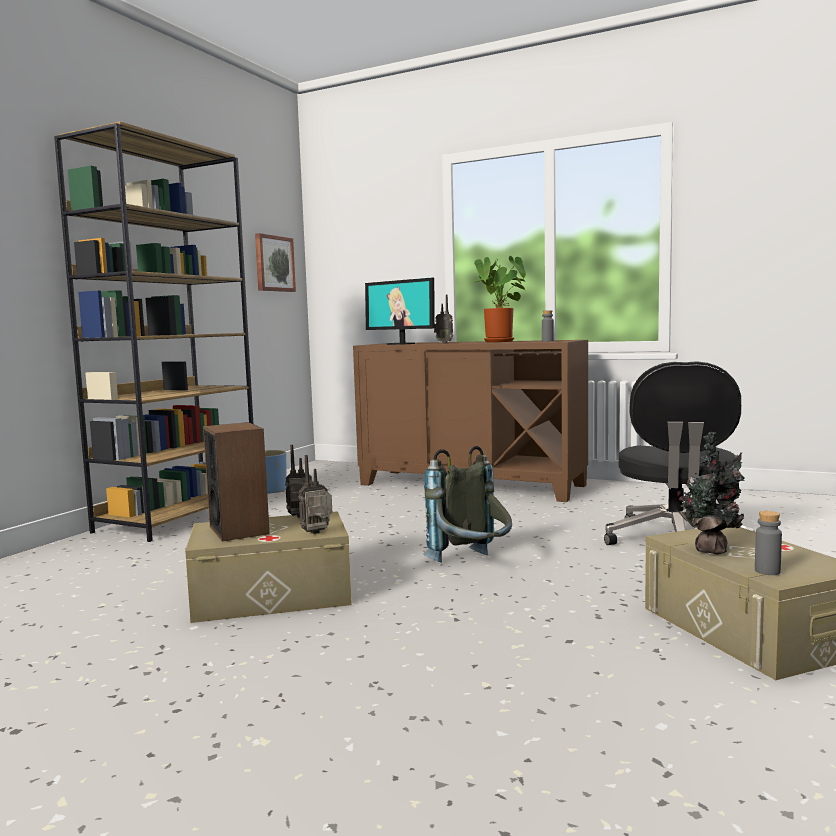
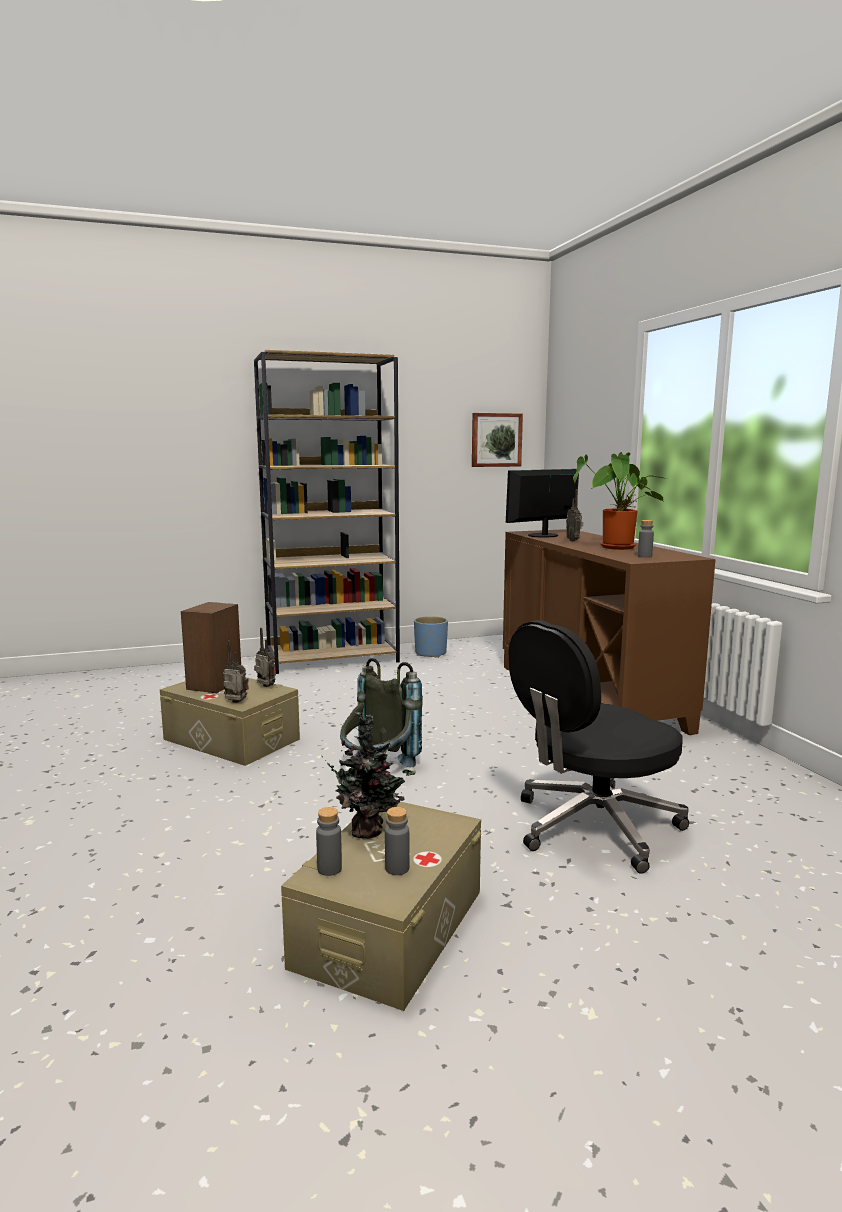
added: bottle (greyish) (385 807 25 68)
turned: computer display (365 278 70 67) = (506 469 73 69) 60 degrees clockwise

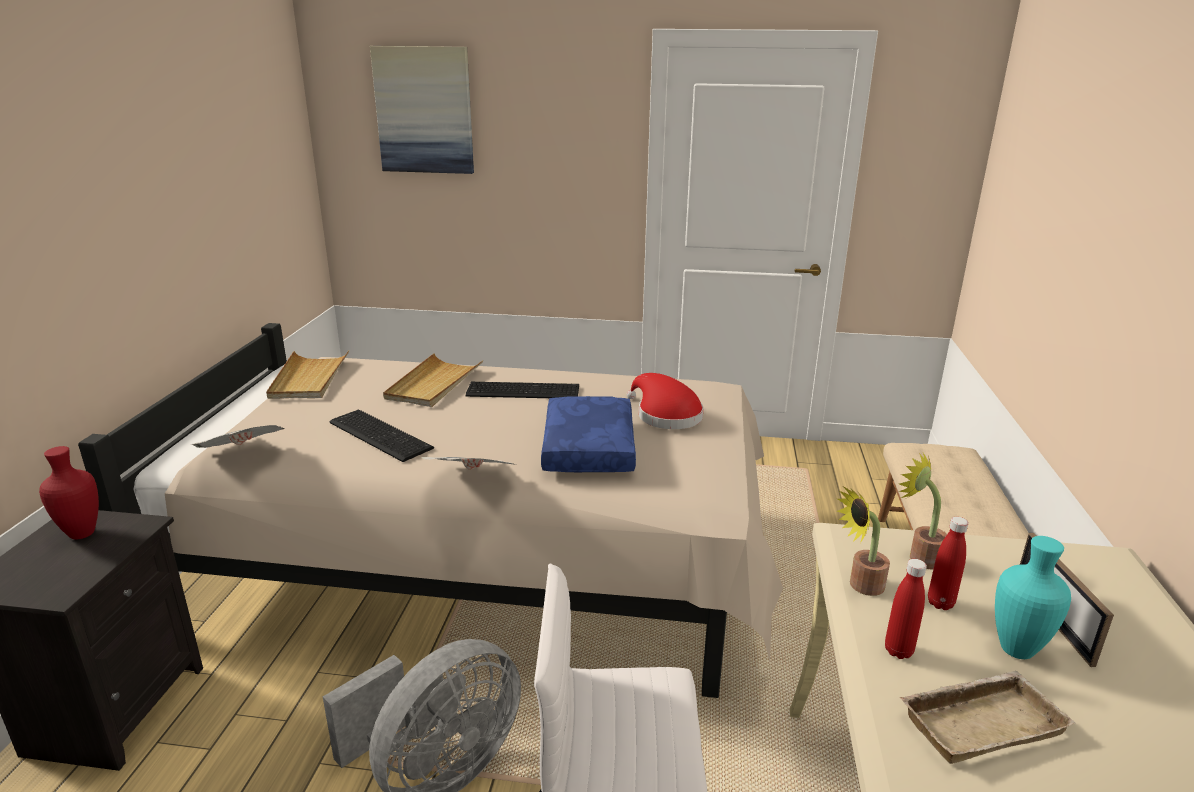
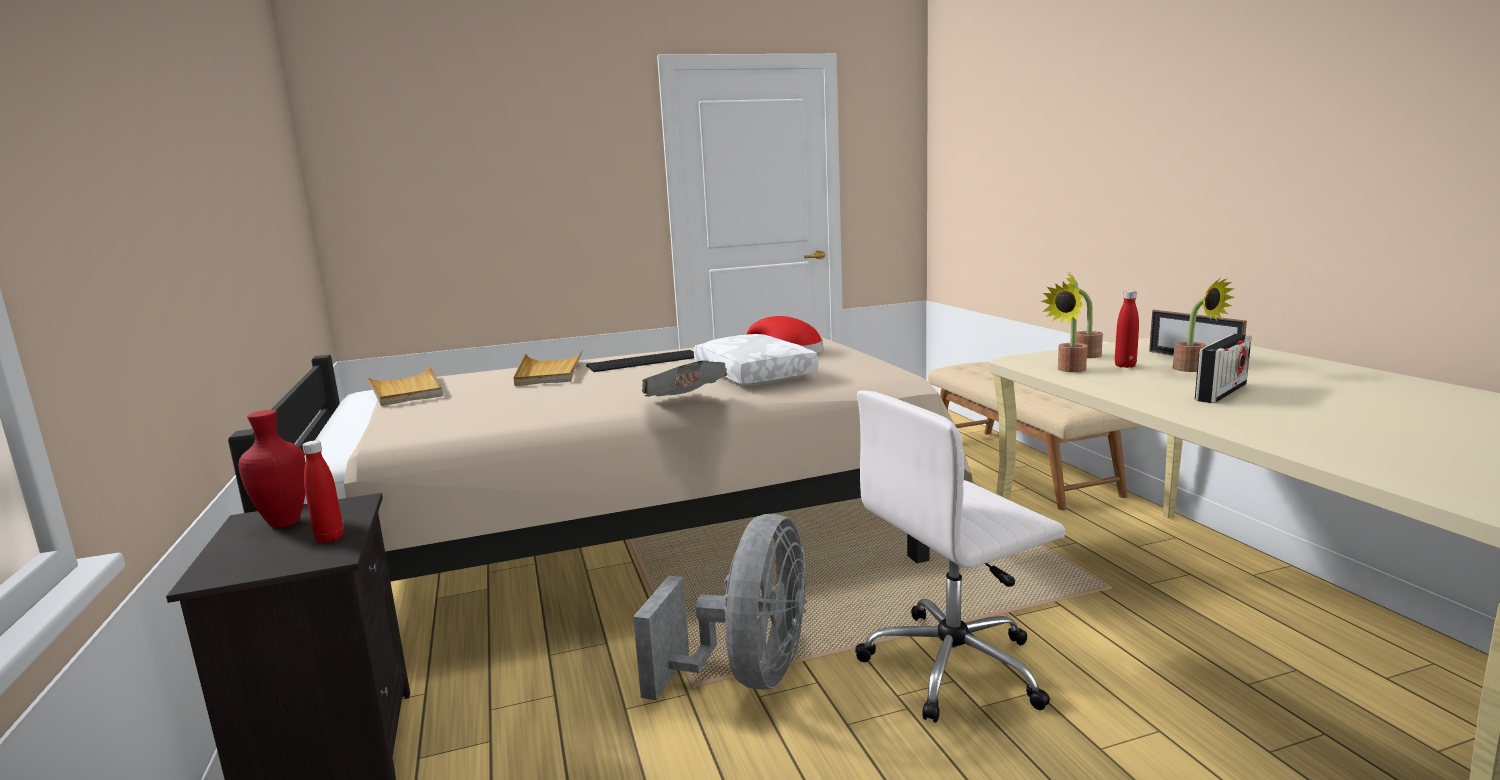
removed: printed paper (192 425 93 23); keyboard (330 410 104 52); wall art (370 46 104 128)
moved: bottle (reddish) (885 559 42 100) to (302 440 42 103)
replaced: serving tray (beige-coloured) (900 671 176 93) to radio (1195 334 57 69); flower vase (turquoise) (995 536 76 123) to potted plant (1173 278 61 94)
recoloured: cushion (blue-coloured) (541 396 95 76) to cushion (white) (694 334 125 51)

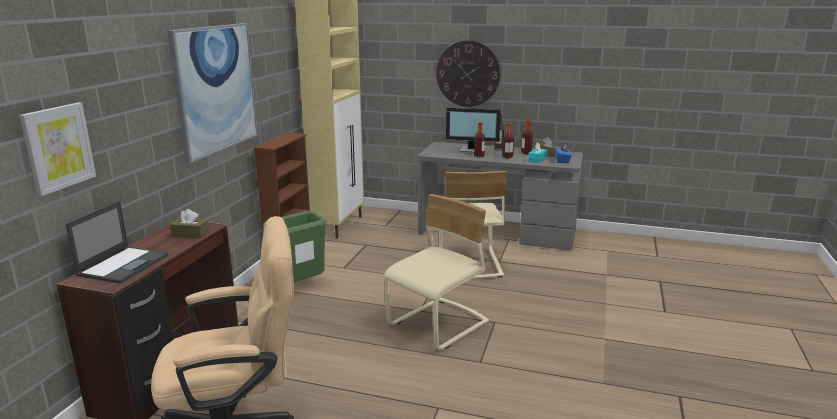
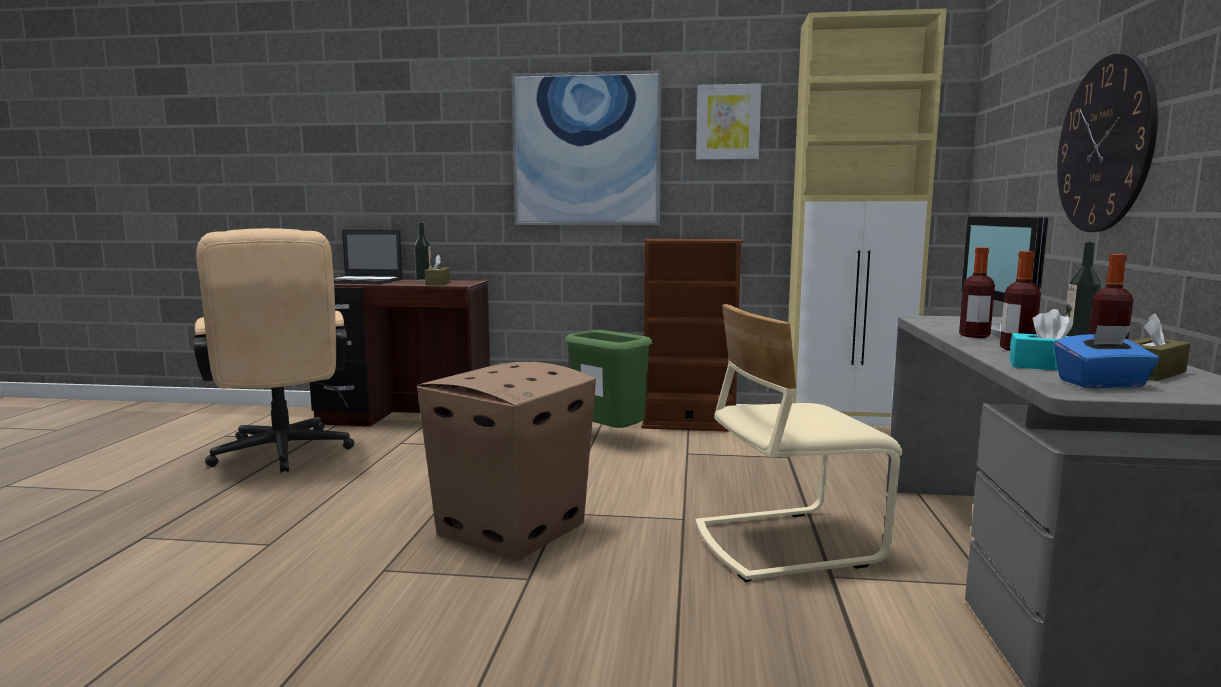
added: bottle (414 222 18 59)
moved: wall art (19 103 77 93) to (696 84 65 76)
replaced: plain chair (beige-coloured) (384 194 105 156) to cardboard box (417 362 179 200)

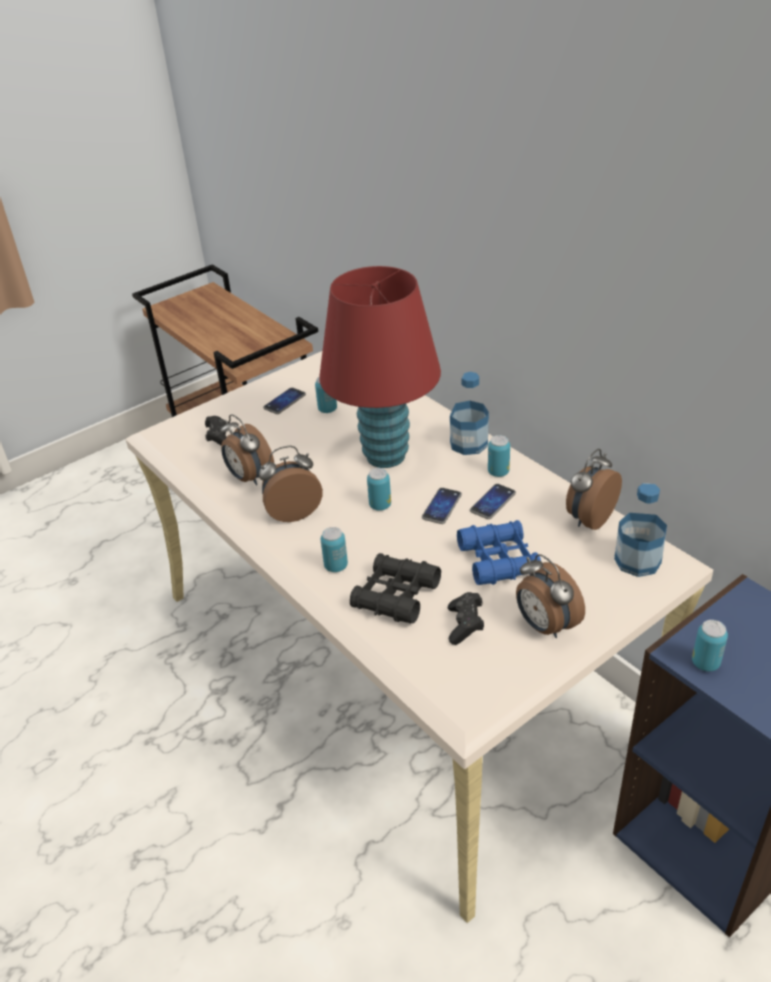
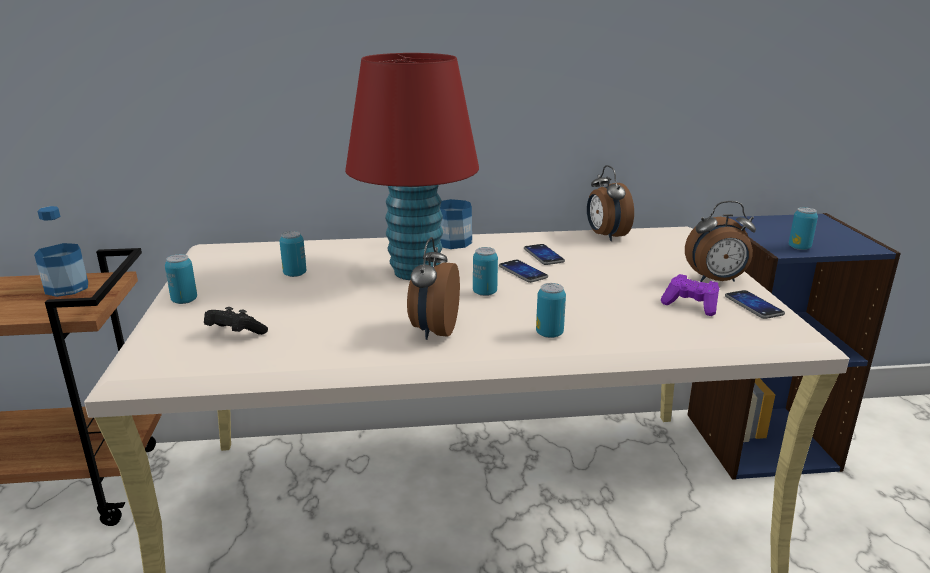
removed: alarm clock (220 414 54 71); pair of binoculars (black) (350 553 91 71); pair of binoculars (blue-coloured) (457 520 84 65)
moved: telephone (263 388 43 26) to (725 290 60 29); metal can (488 435 22 42) to (165 254 32 50); bottle (614 483 53 94) to (34 206 54 91)
recoloured: game controller (black) (448 592 36 53) to game controller (purplish) (661 274 58 42)

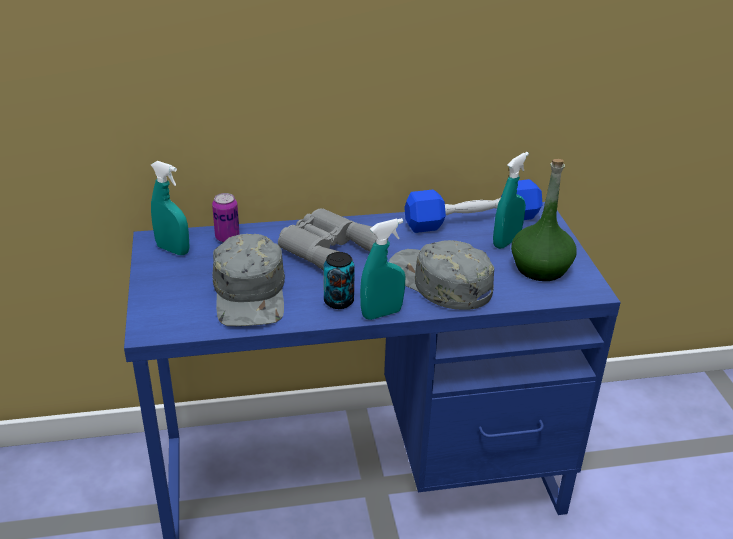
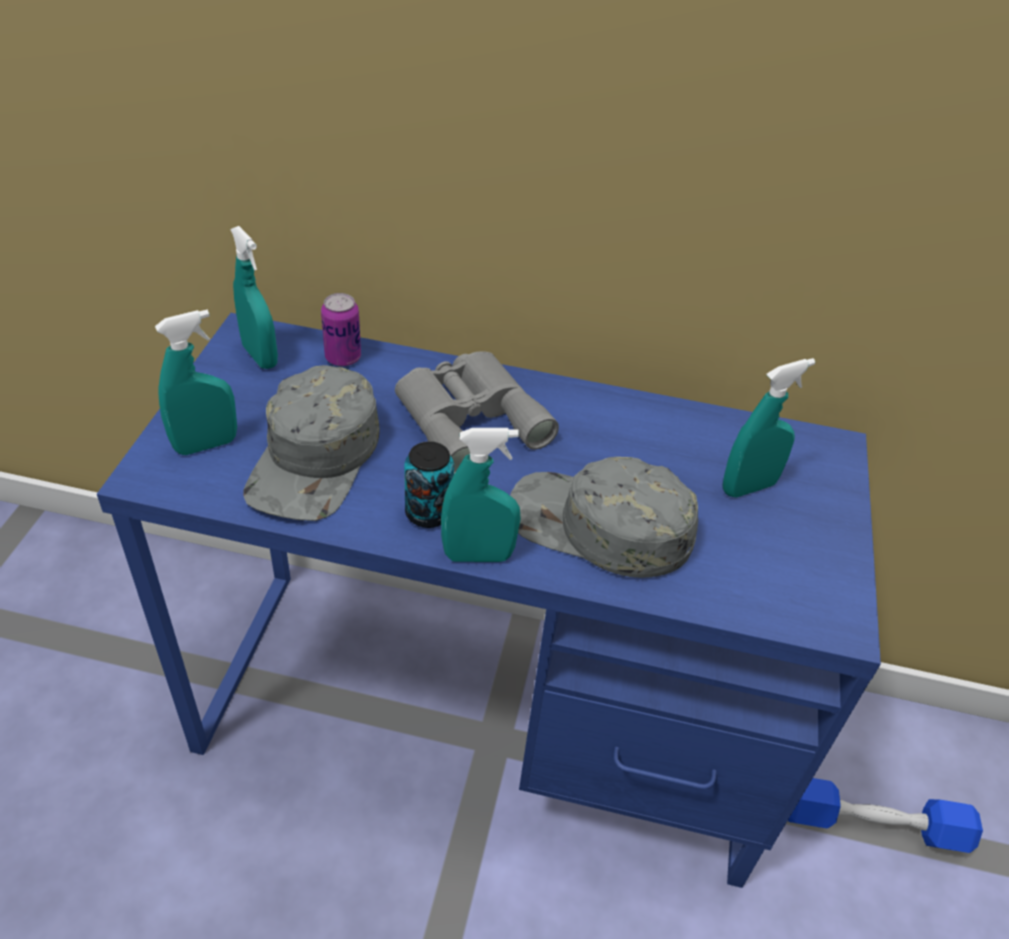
removed: bottle (green-coloured) (511 159 66 122)
added: hand sprayer (turquoise) (155 310 82 145)
moved: hand weight (blue-coloured) (404 179 139 54) to (788 778 195 75)
turned: peaked cap (greyish) (389 240 105 70) = (510 457 188 121) 45 degrees counterclockwise

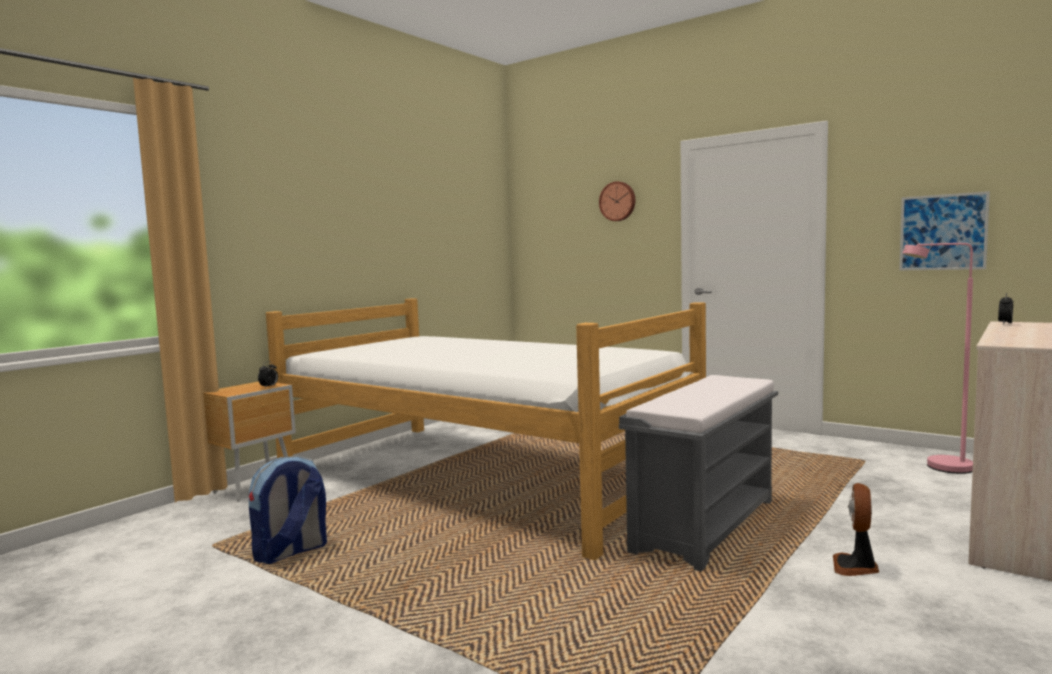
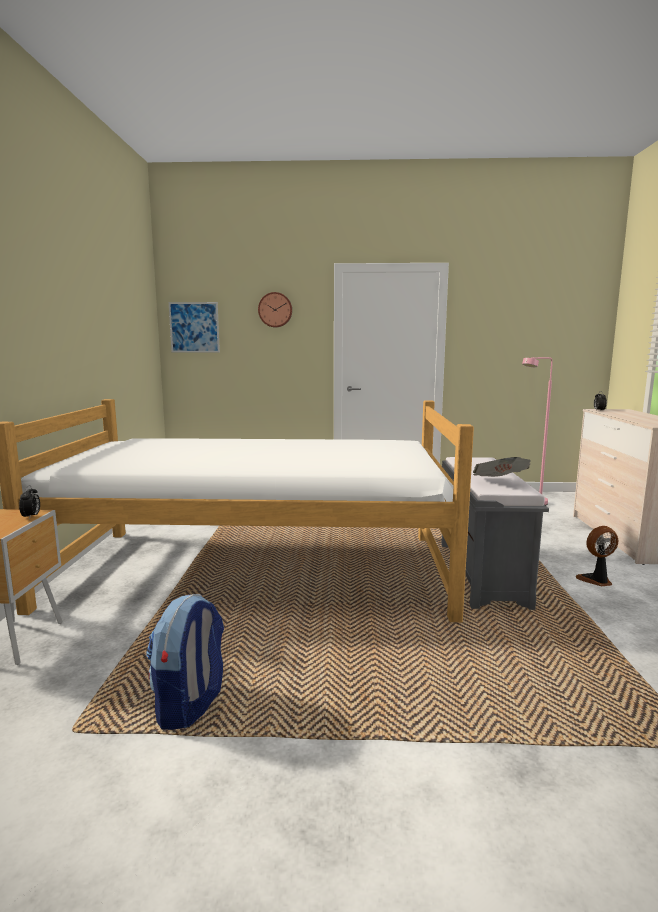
added: printed paper (473 457 58 20)
moved: wall art (899 191 91 79) to (169 302 51 50)
turned: electric fan (833 483 46 93) = (576 526 42 60) 90 degrees clockwise

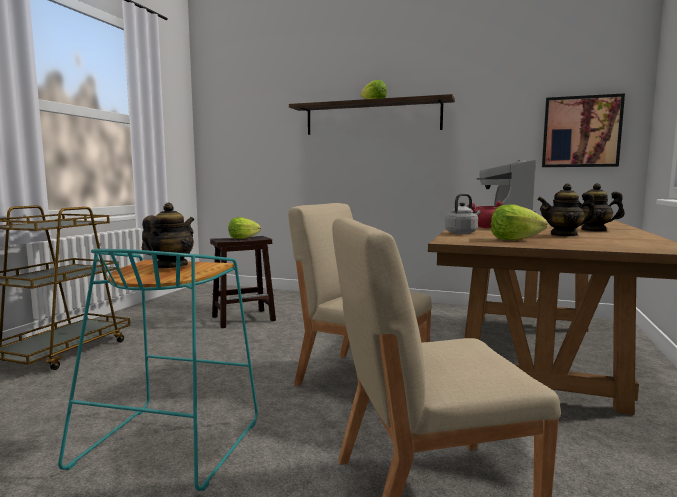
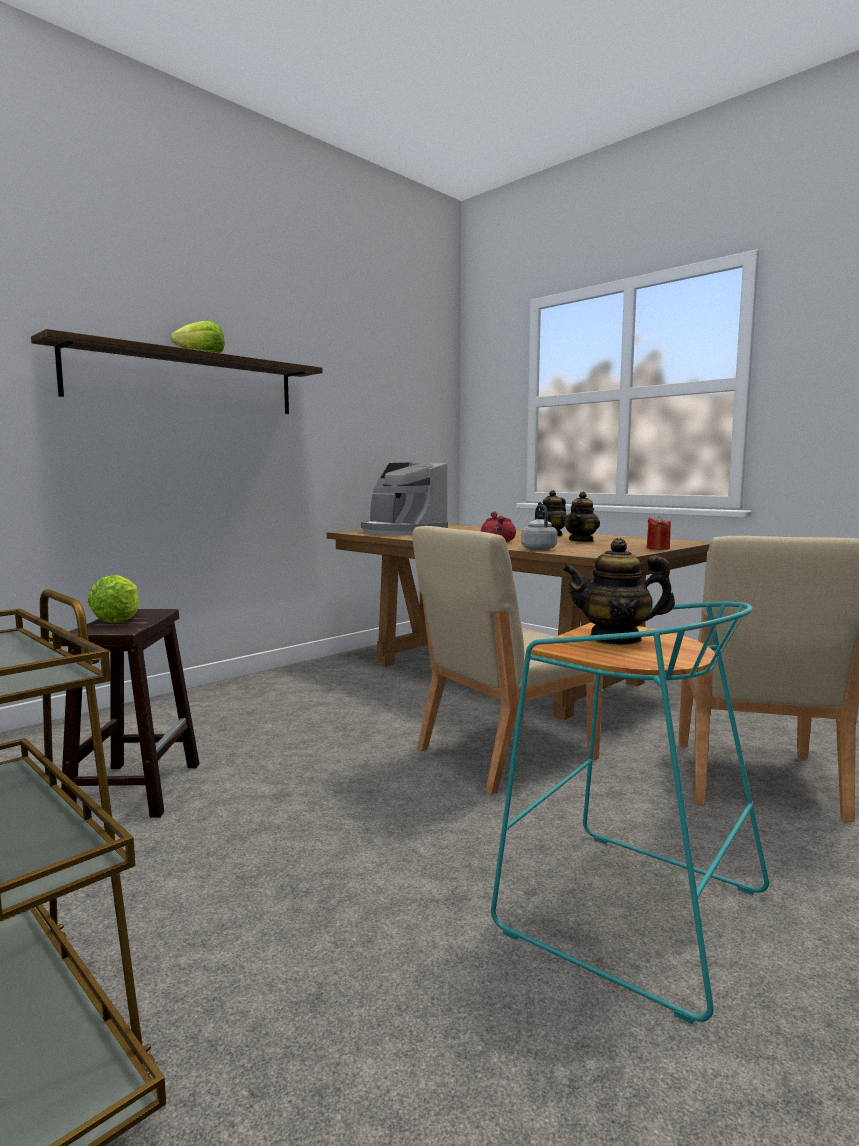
removed: lettuce head (491 204 56 36); wall art (542 93 83 74)
added: candle (reddish) (647 516 24 34)
turned: teapot (142 203 52 65) = (562 538 113 107) 45 degrees counterclockwise

